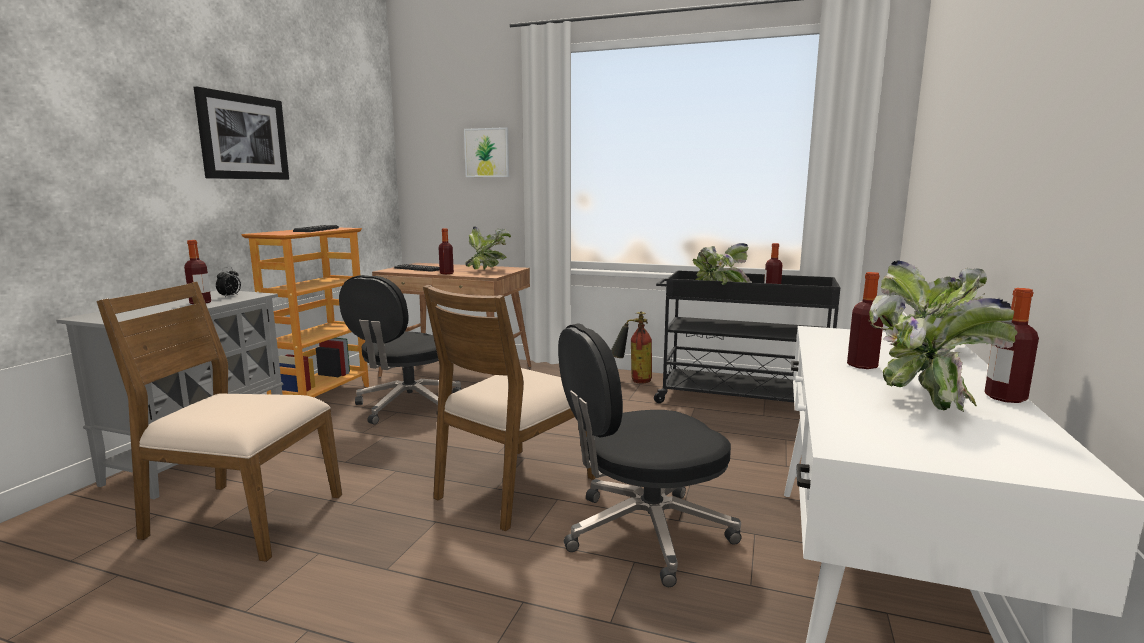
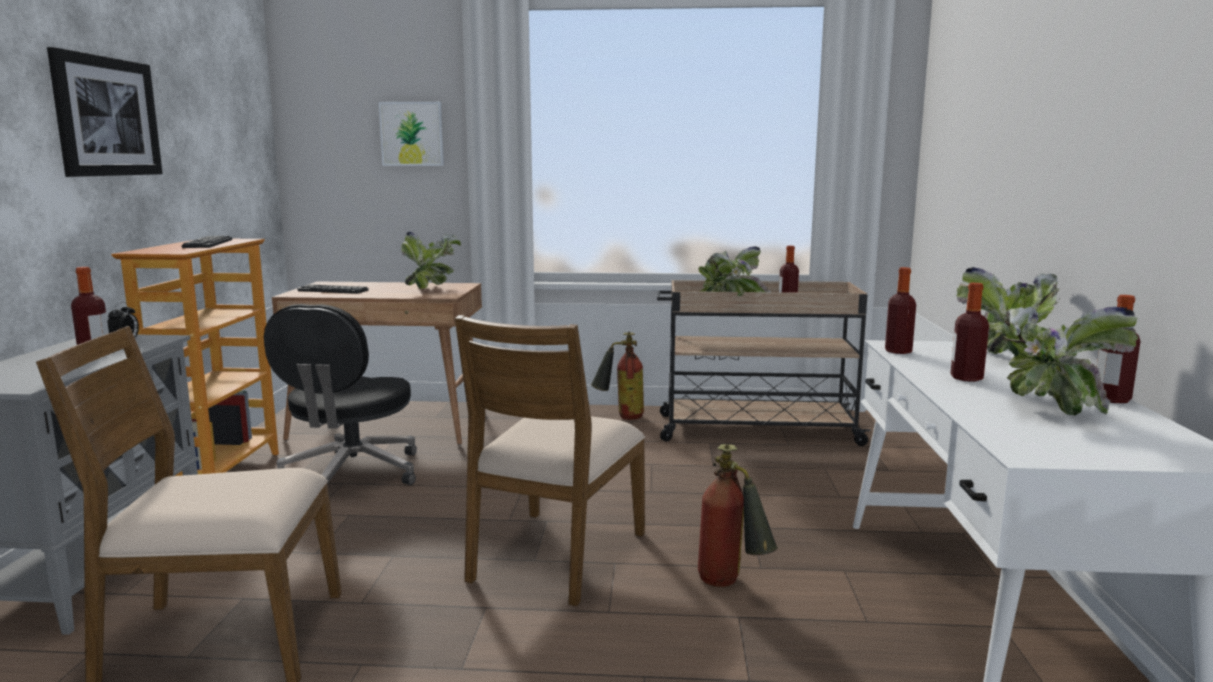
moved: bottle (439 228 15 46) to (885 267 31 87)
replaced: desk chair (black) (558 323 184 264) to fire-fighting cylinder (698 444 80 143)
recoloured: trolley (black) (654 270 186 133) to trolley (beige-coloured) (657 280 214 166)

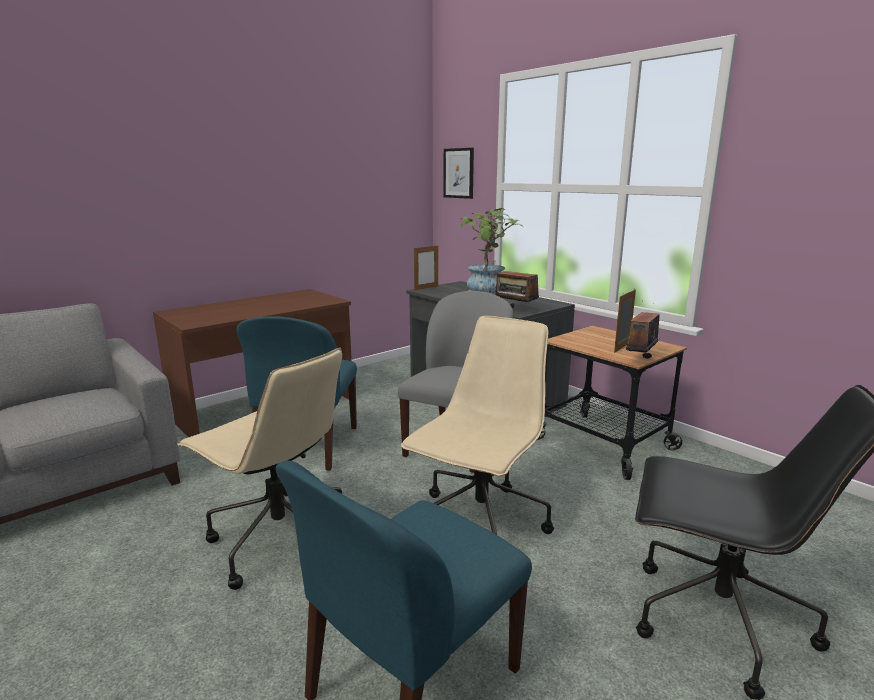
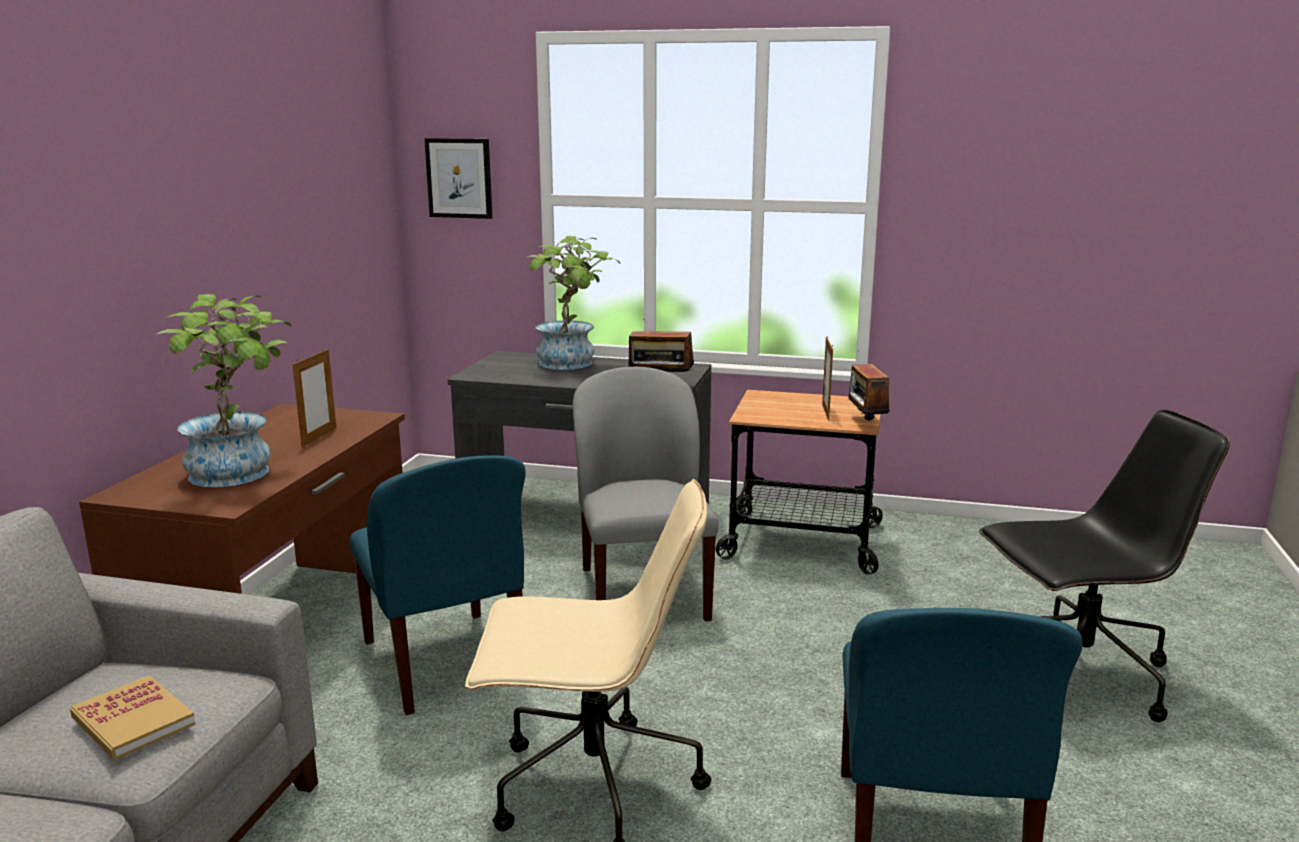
removed: desk chair (beige-coloured) (401 316 153 219)
added: book (70 675 126 85); potted plant (155 294 137 193)
moved: photo frame (414 244 24 46) to (293 348 43 99)

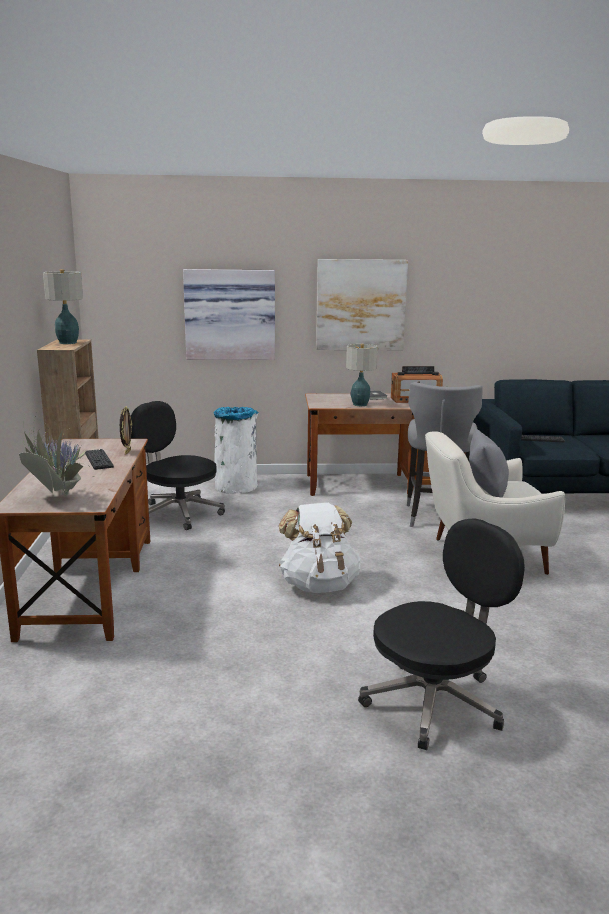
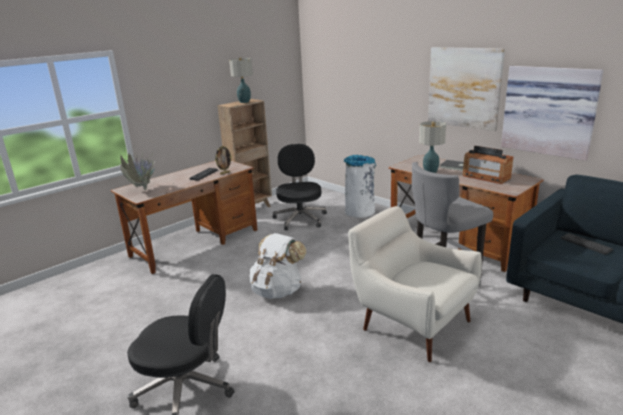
removed: cushion (greyish) (469 428 40 69)
moved: wall art (183 269 92 91) to (501 66 103 95)

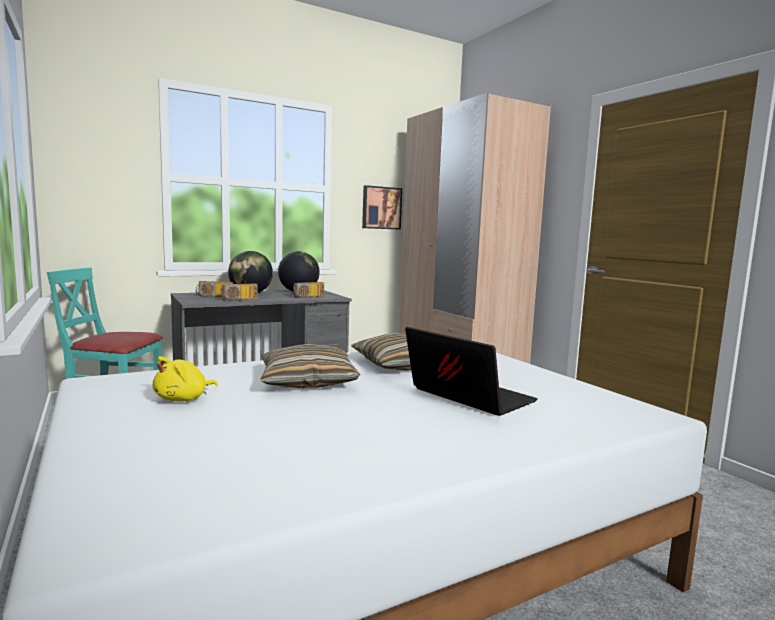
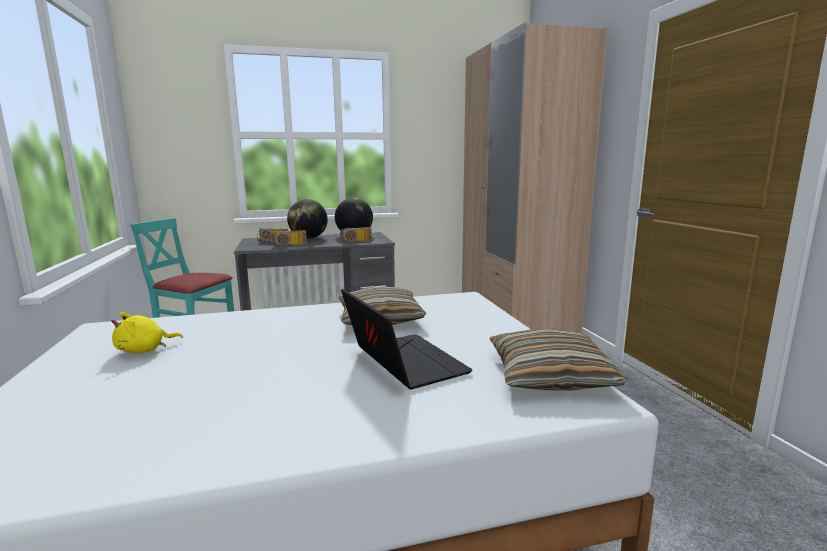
removed: wall art (362 185 40 45)
moved: cushion (261 344 99 44) to (489 329 138 62)

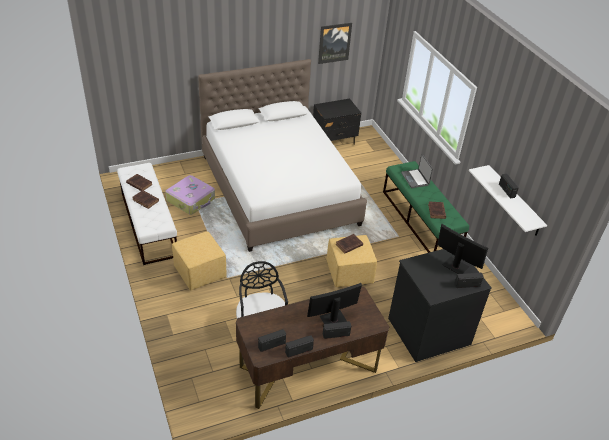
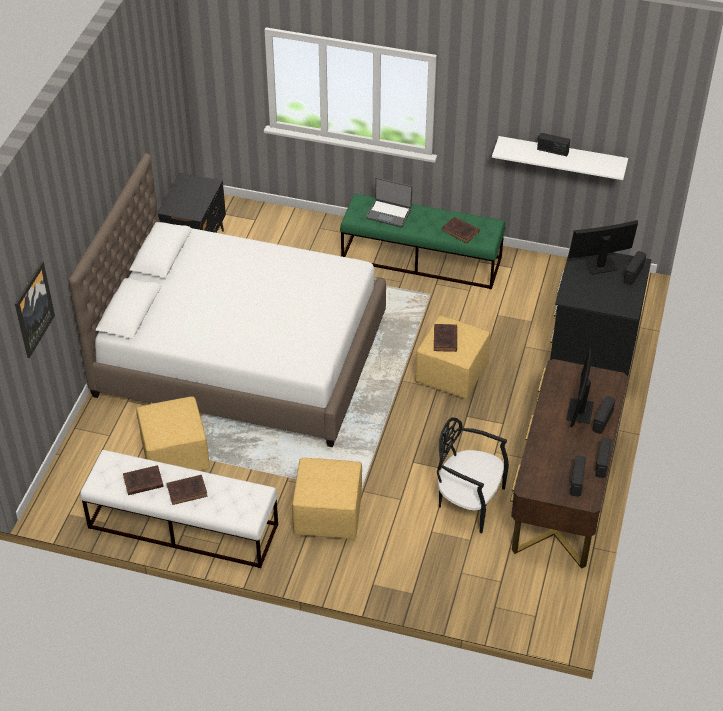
moved: wall art (318 23 34 41) to (15 261 40 97)
replaced: travel case (165 175 50 40) to pouffe (yellow) (137 396 73 75)

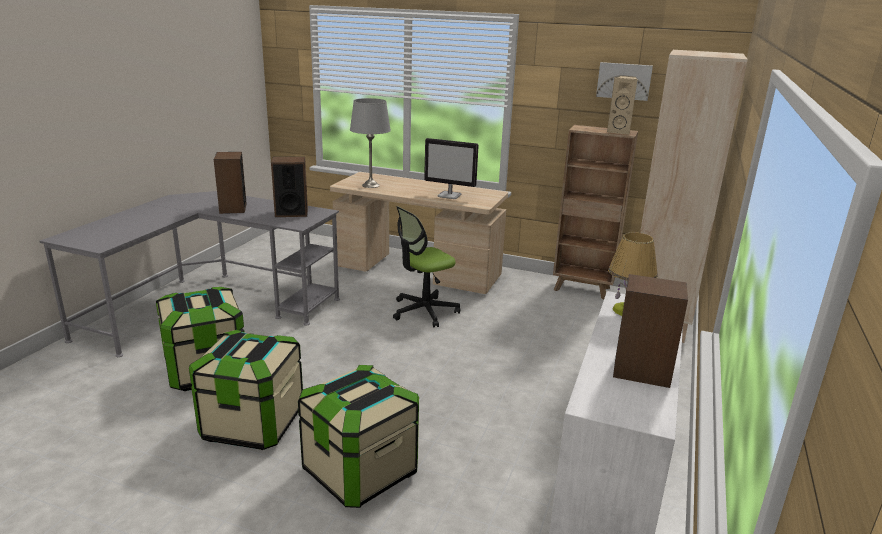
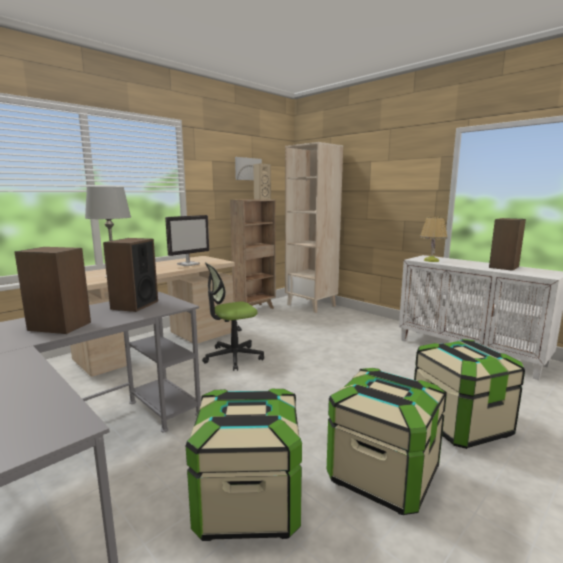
turned: desk chair (393 206 67 121) = (202 262 62 109) 75 degrees clockwise

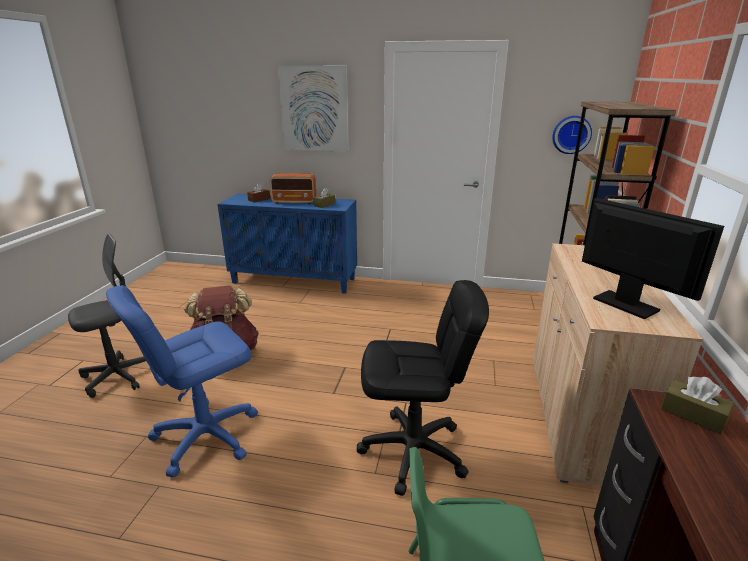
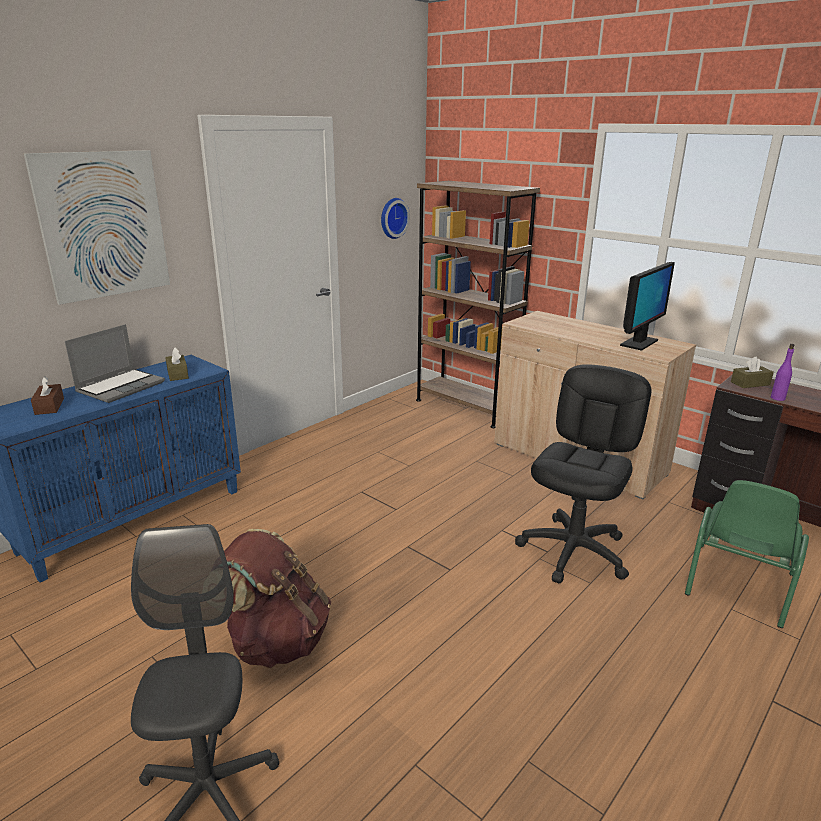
removed: desk chair (blue-coloured) (106 285 152 193)
added: bottle (purplish) (771 344 23 57)
replaced: radio (270 173 46 31) to notebook computer (65 324 100 79)
turned: computer display (582 198 142 121) = (620 262 55 89) 135 degrees clockwise

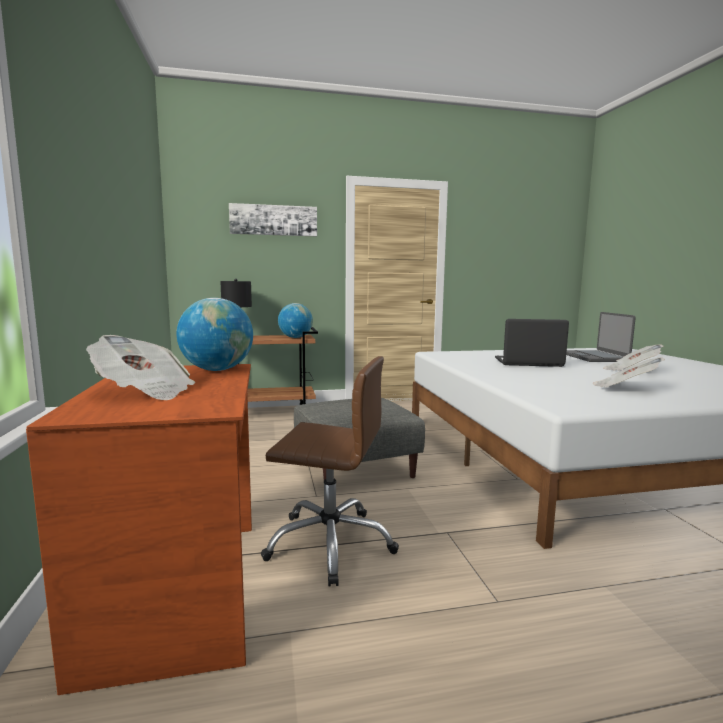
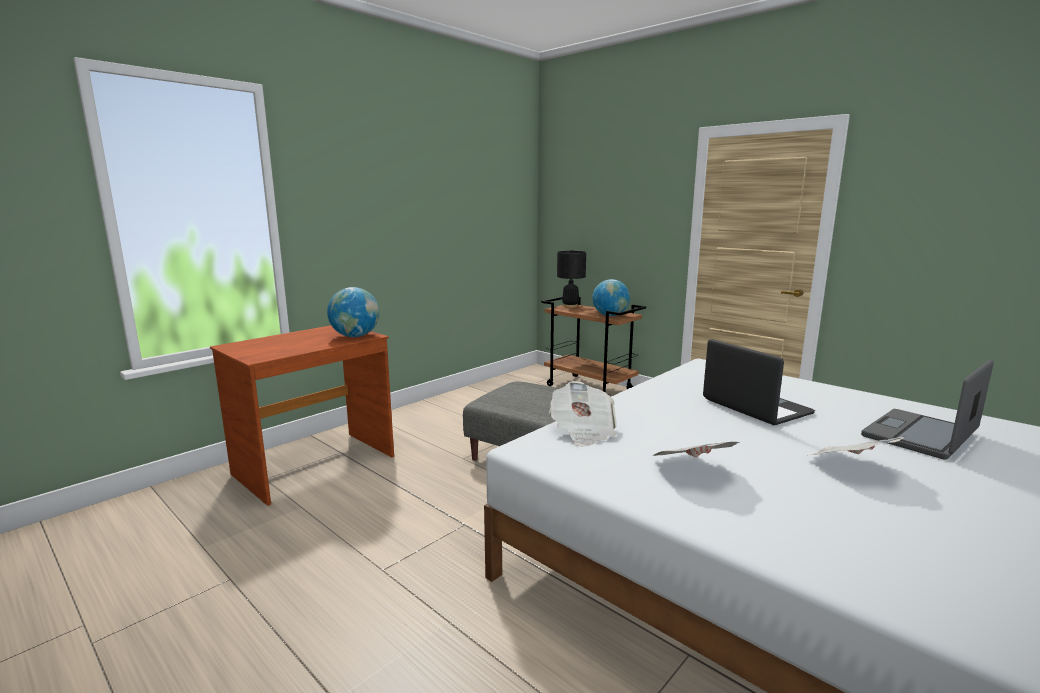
removed: wall art (229 203 88 33); desk chair (brown) (261 356 138 230)
moved: printed paper (86 335 109 65) to (549 381 68 66)

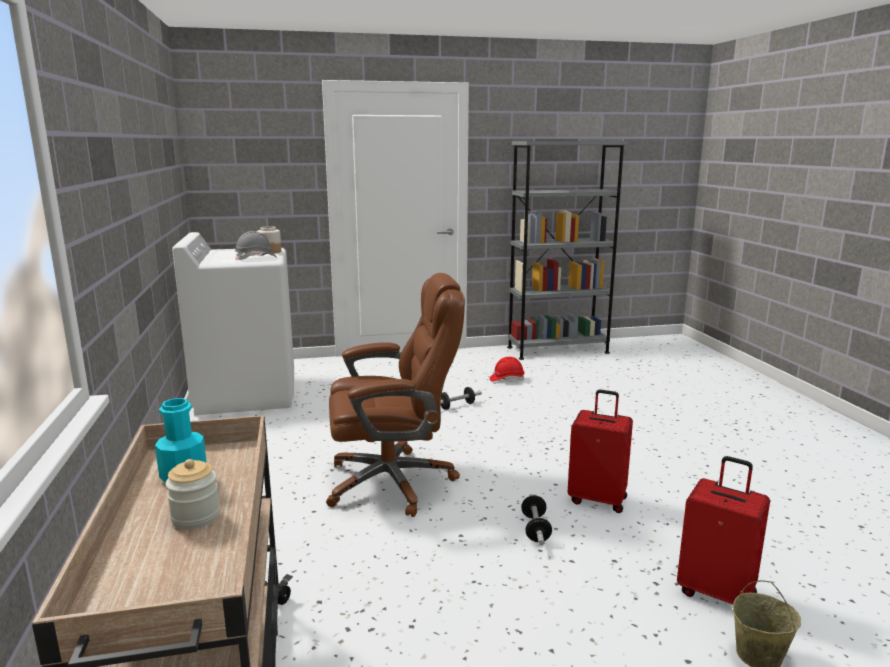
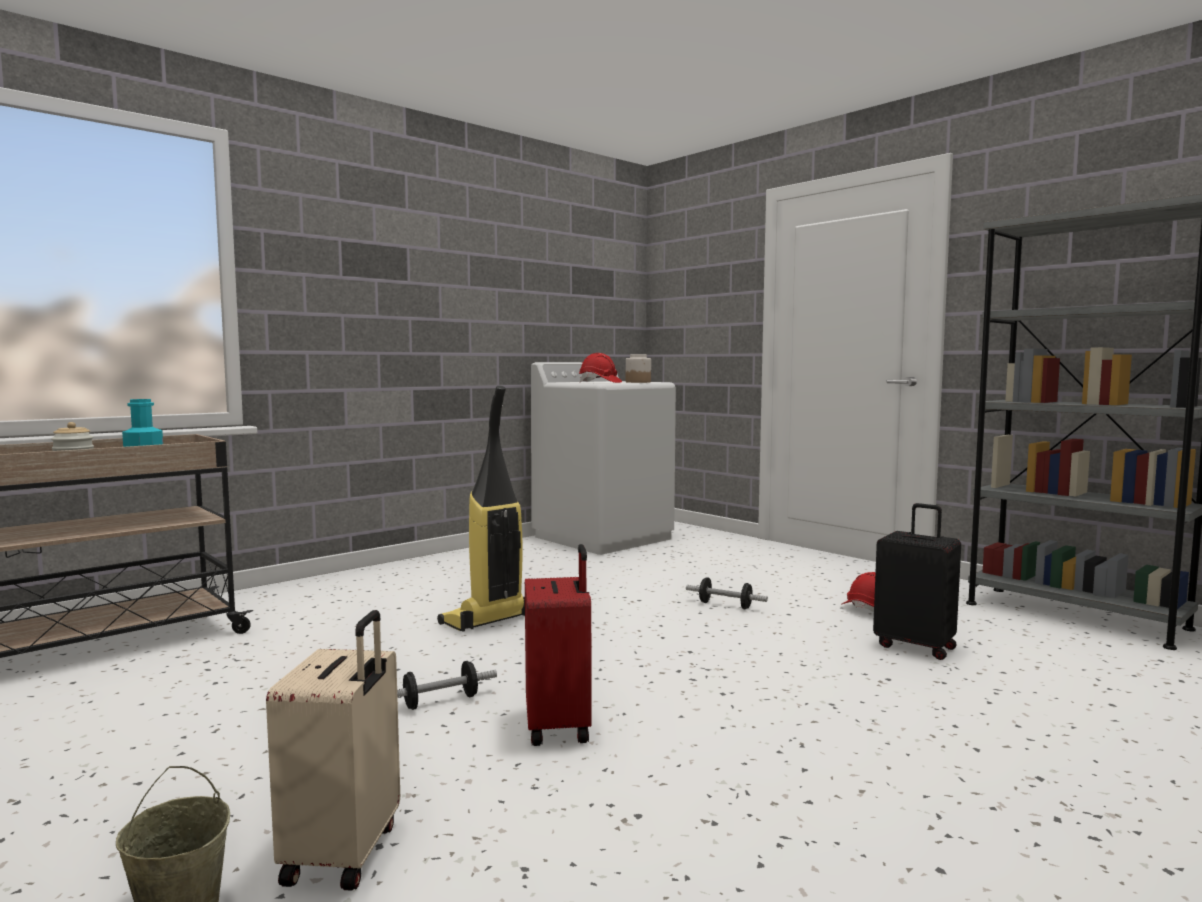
added: travel case (black) (873 503 88 157)
replaced: desk chair (brown) (326 273 139 244) to vacuum cleaner (437 386 88 246)
recoloured: work helmet (greyish) (235 231 41 29) to work helmet (reddish) (579 353 43 30); travel case (reddish) (677 456 93 148) to travel case (beige-coloured) (266 610 134 281)

